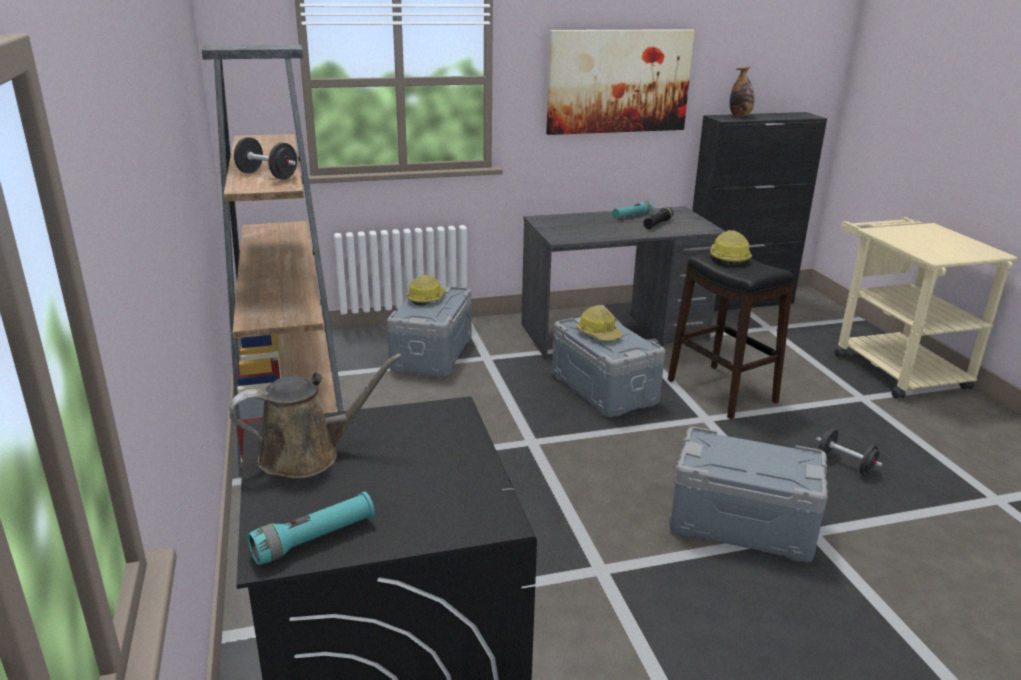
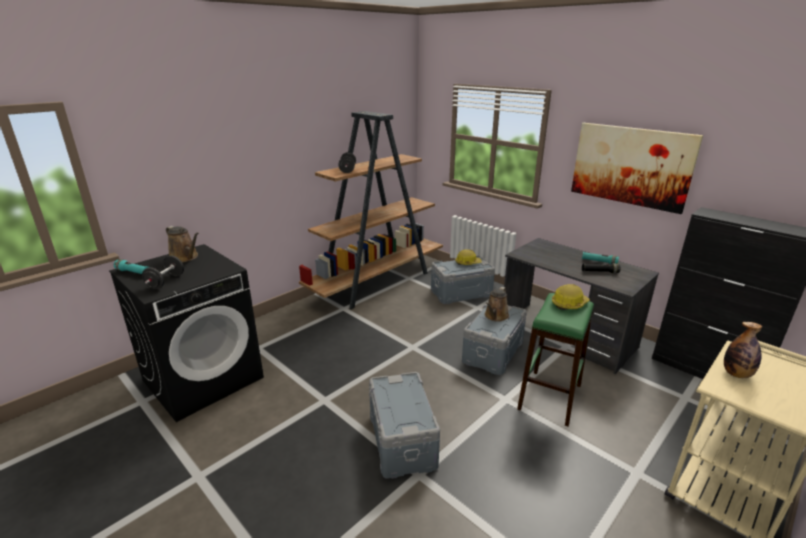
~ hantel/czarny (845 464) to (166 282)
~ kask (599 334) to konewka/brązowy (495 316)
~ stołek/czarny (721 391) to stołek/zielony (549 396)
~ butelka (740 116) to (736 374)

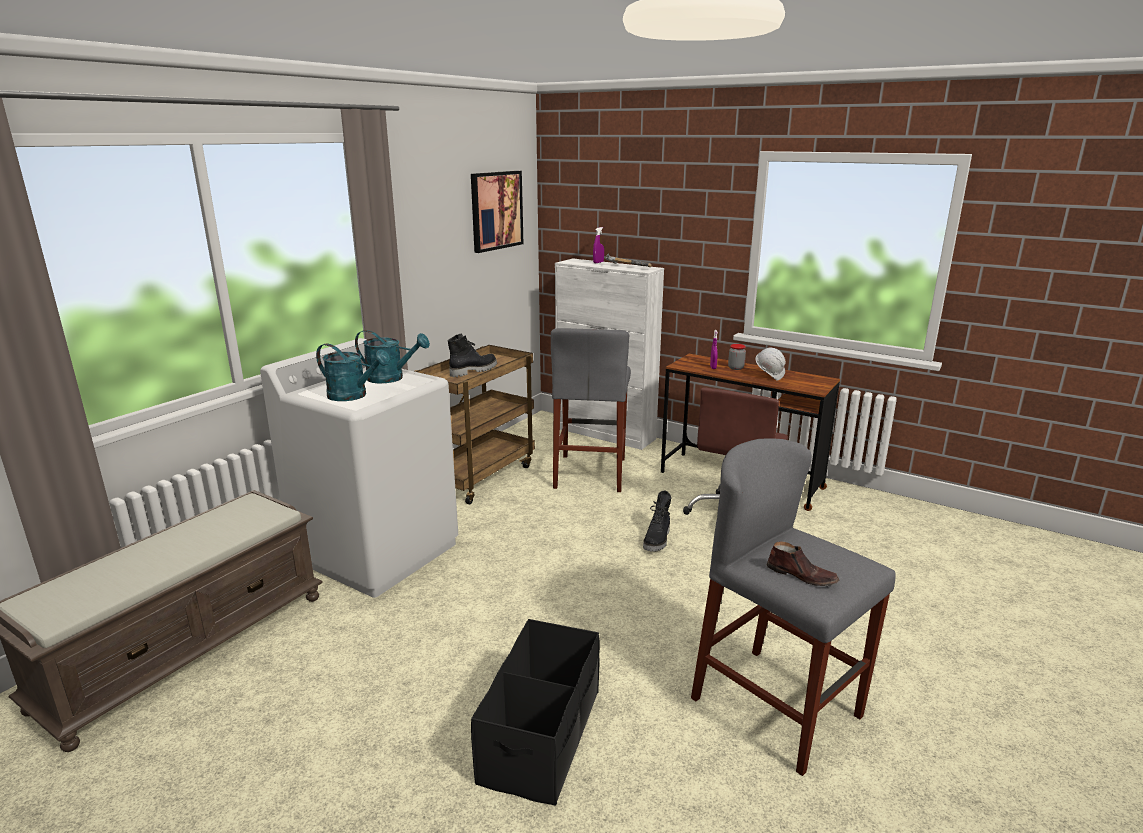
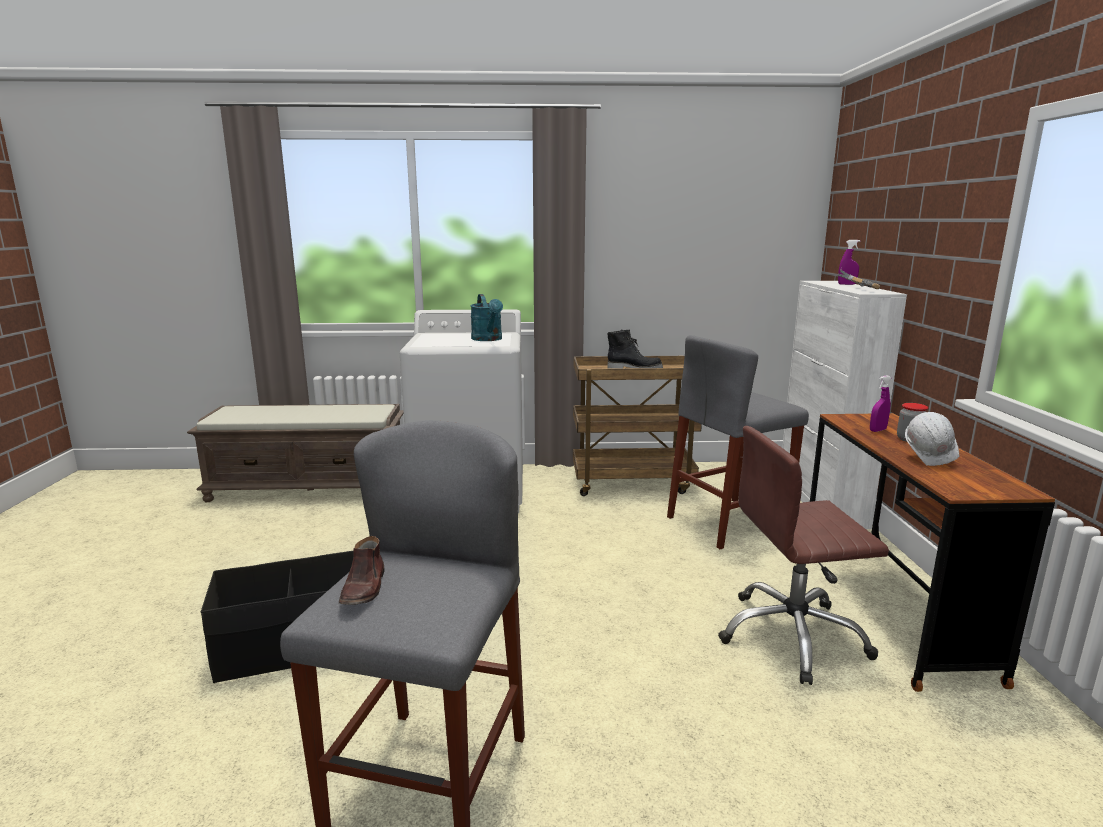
- konewka/turkusowy (353 396)
- obraz (496 210)
- but z cholewką/czarny (658 540)

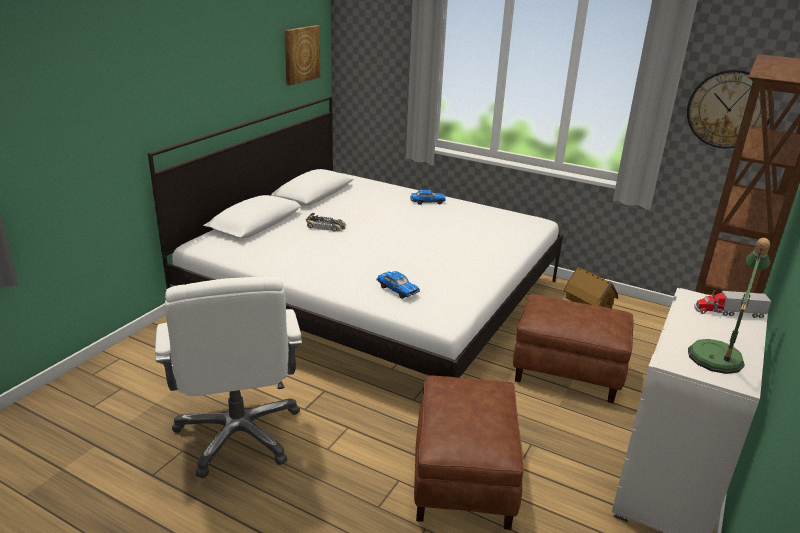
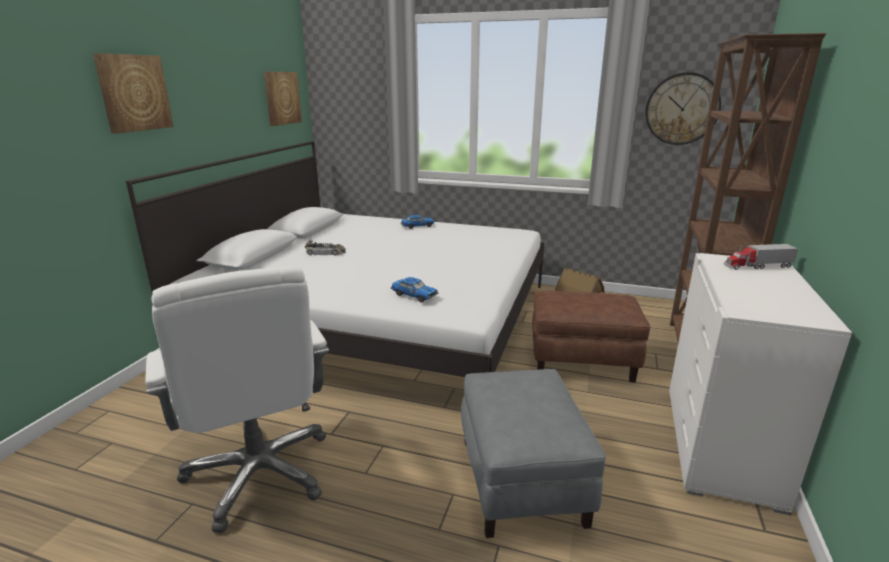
+ obraz (133 93)
~ pufa/brązowy (464 479) to pufa/szary (522 480)
- lampa stołowa (719 354)

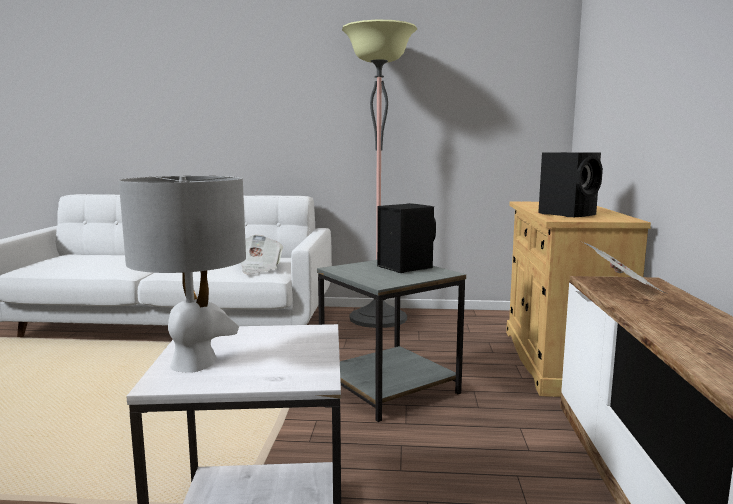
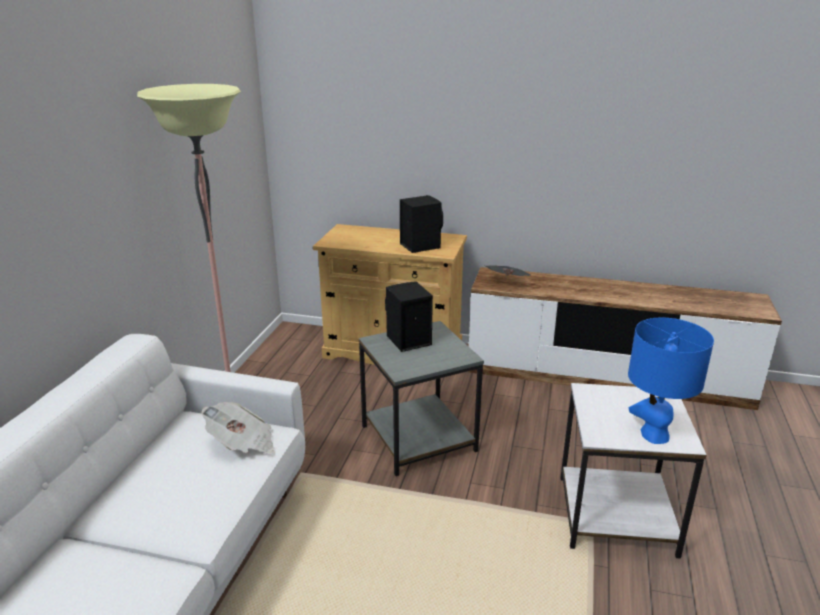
~ lampa stołowa/szary (194 363) to lampa stołowa/niebieski (654 435)

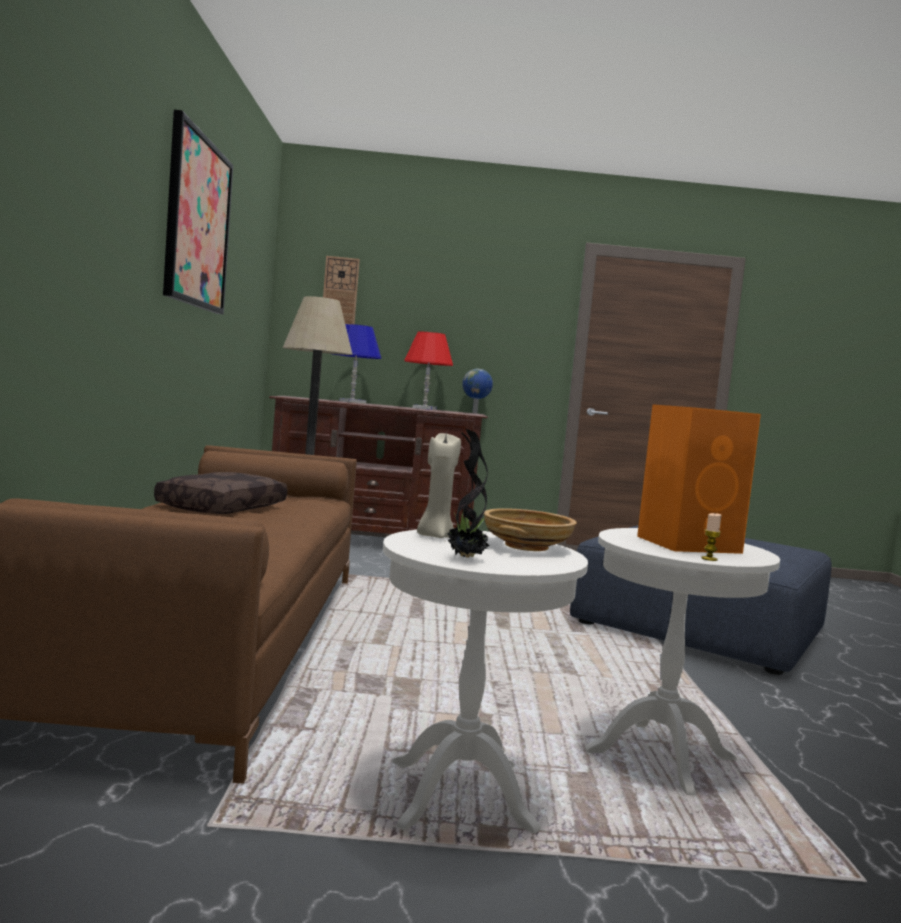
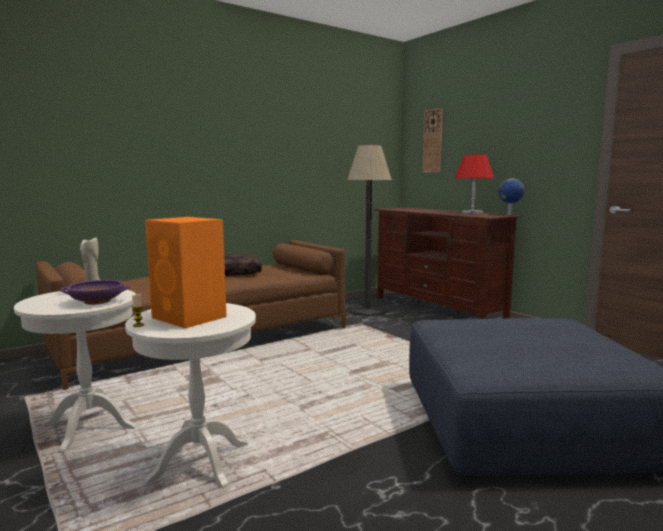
~ miska/beżowy (526 546) to miska/fioletowy (96 301)
- obraz (197 223)
- lampa stołowa/niebieski (352 402)
- roślina doniczkowa (464 558)

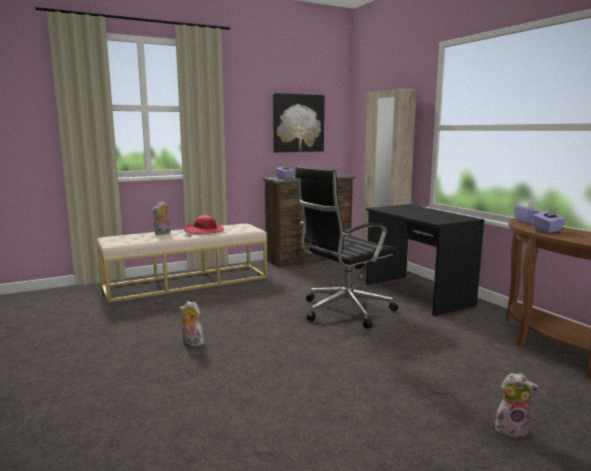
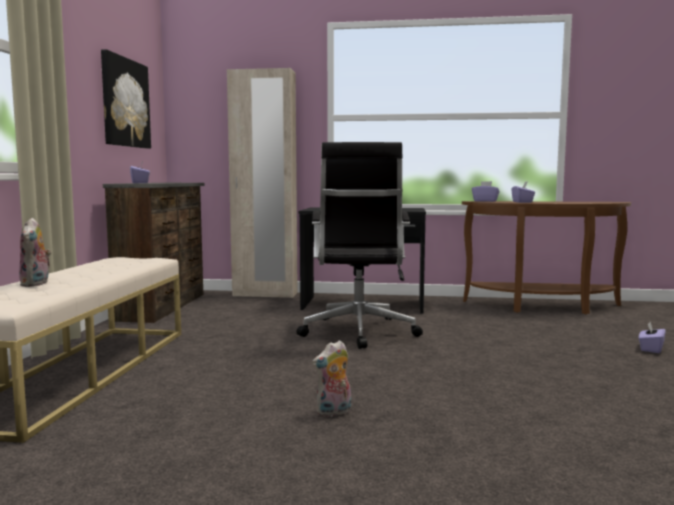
~ pluszak (511 429) to pudełko chusteczek/fioletowy (651 349)
- kapelusz (204 231)

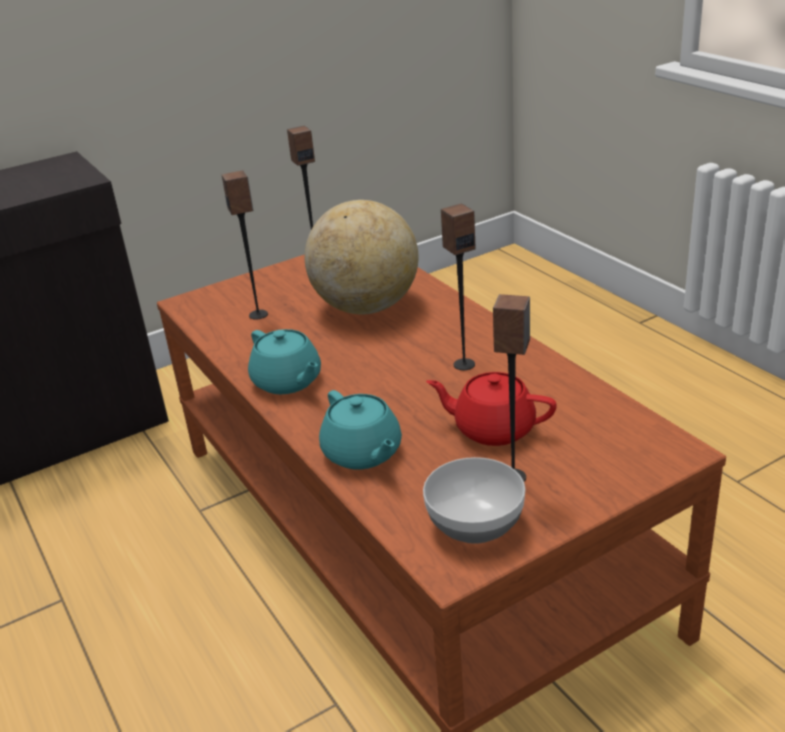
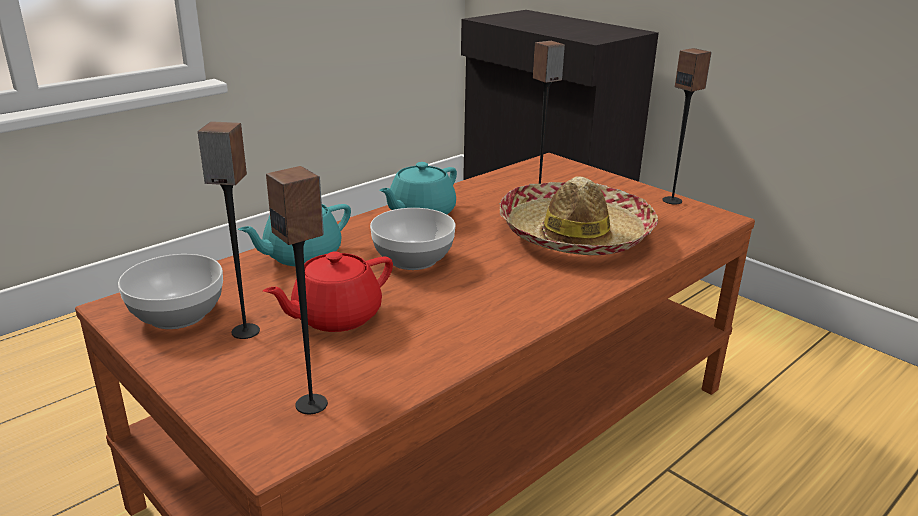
~ imbryk/czerwony (493 429) = (335 317) 135 degrees counterclockwise
~ głośnik (464 364) to (312 404)
+ miska (414 259)
~ globus (367 307) to kapelusz (574 234)

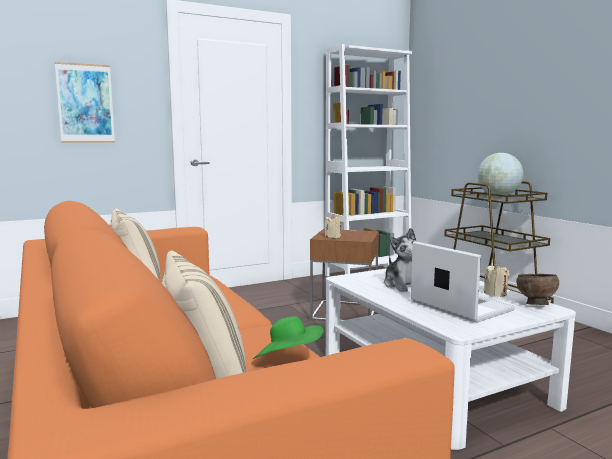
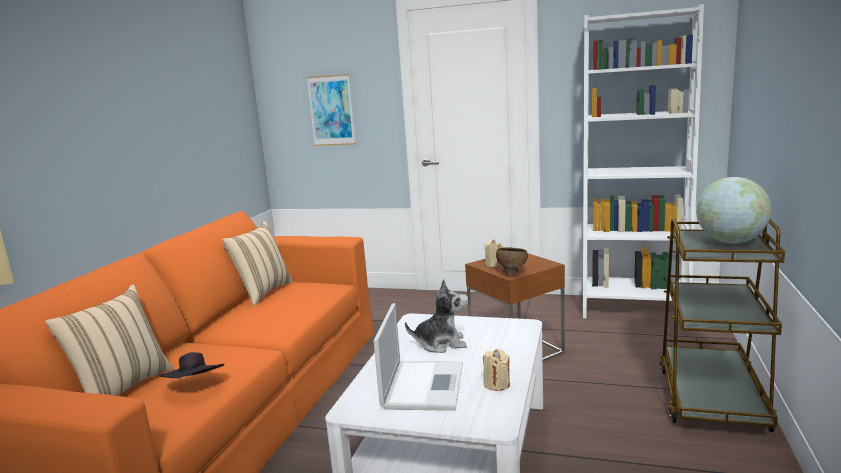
~ kapelusz/zielony (288 360) to kapelusz/czarny (195 386)
~ pluszak (403 285) = (441 344) 120 degrees counterclockwise
~ miska/brązowy (535 305) to (511 273)

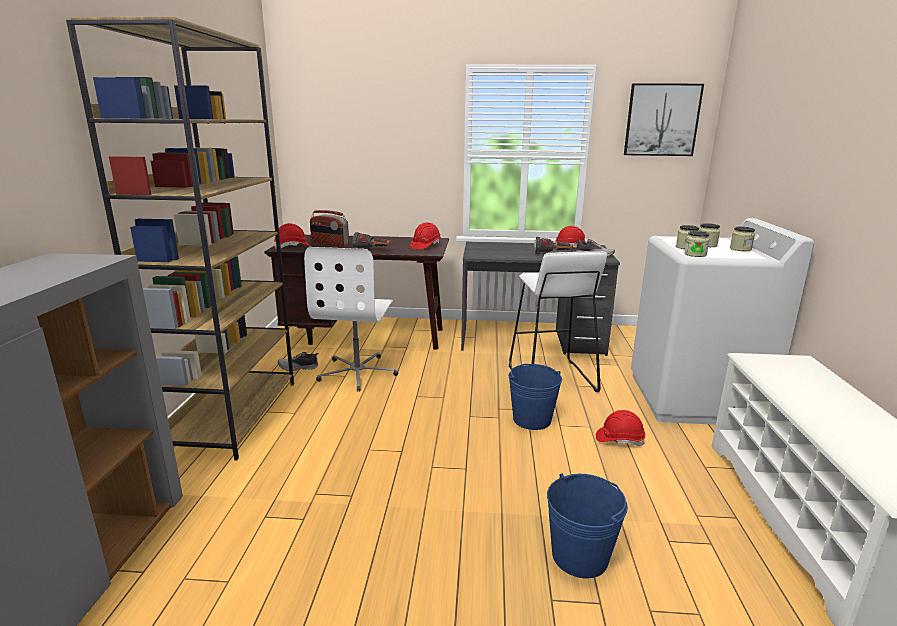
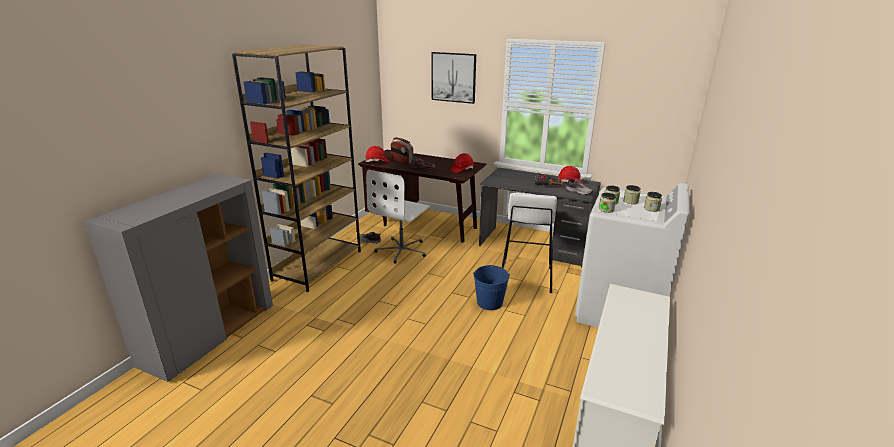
~ obraz (662 120) to (453 77)
- wiadro/niebieski (580 556)
- kask/czerwony (619 439)

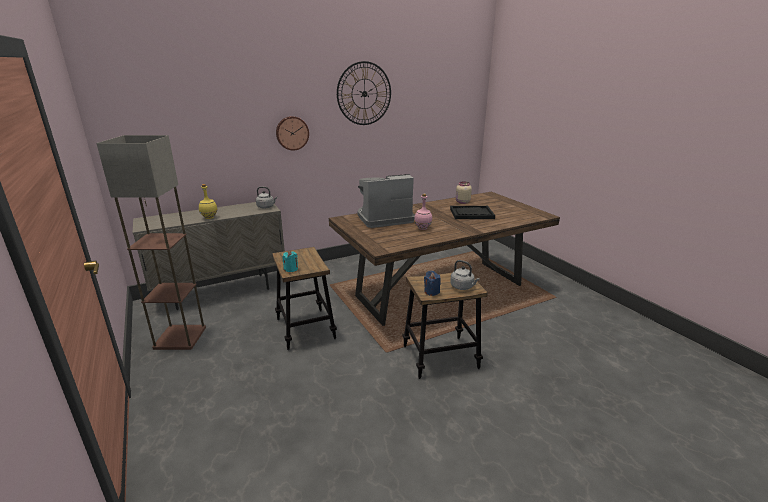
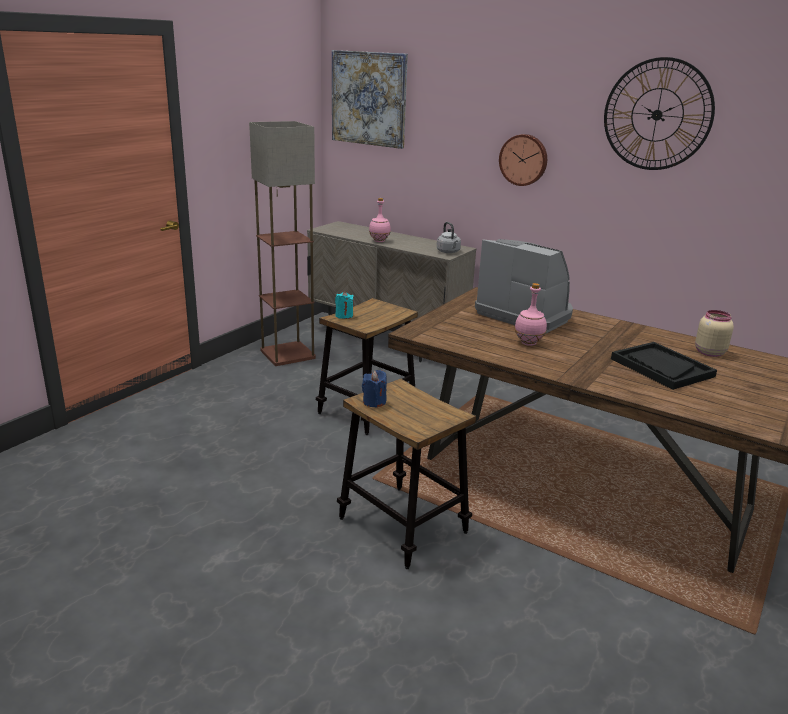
+ obraz (369 98)
~ butelka/żółty (209 218) to butelka/różowy (379 241)
- czajnik/szary (463 287)

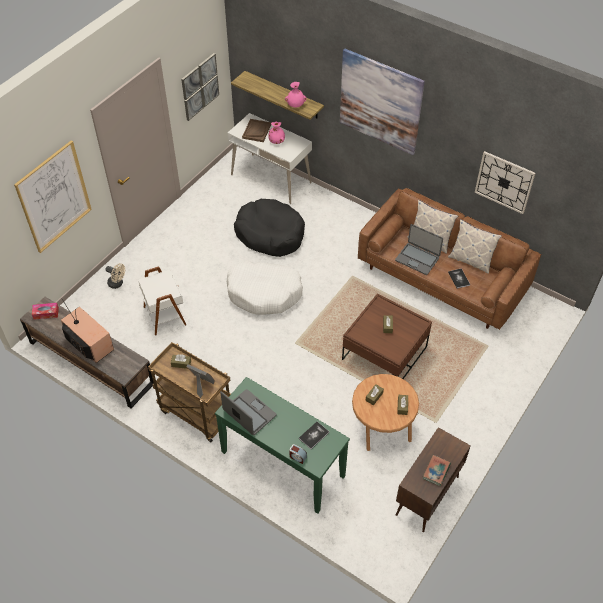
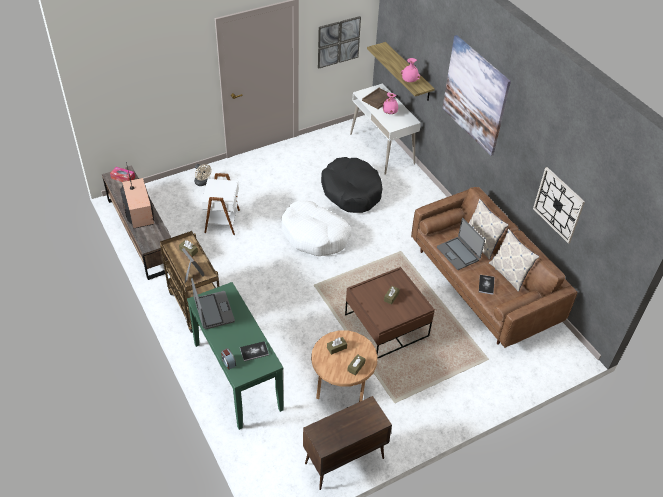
- obraz (54 197)
- książka (436 471)

